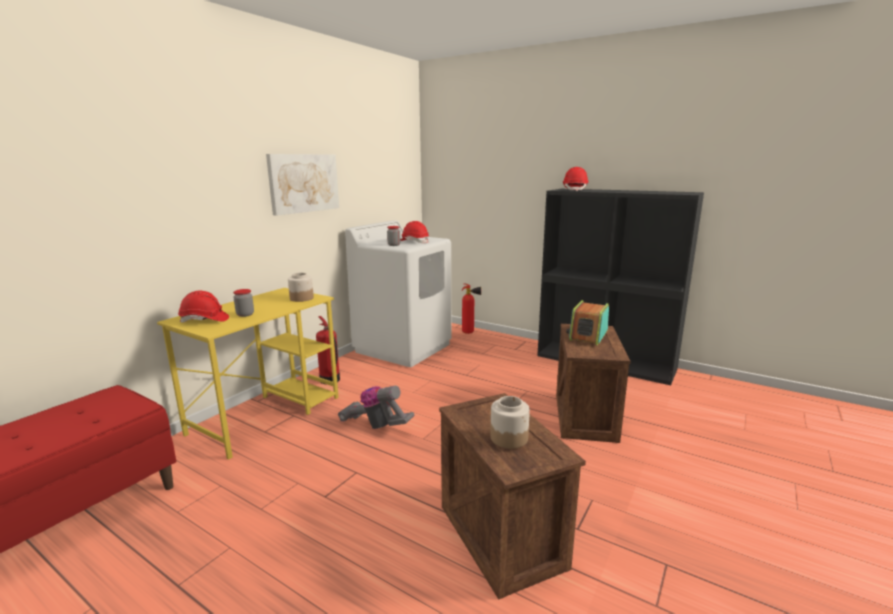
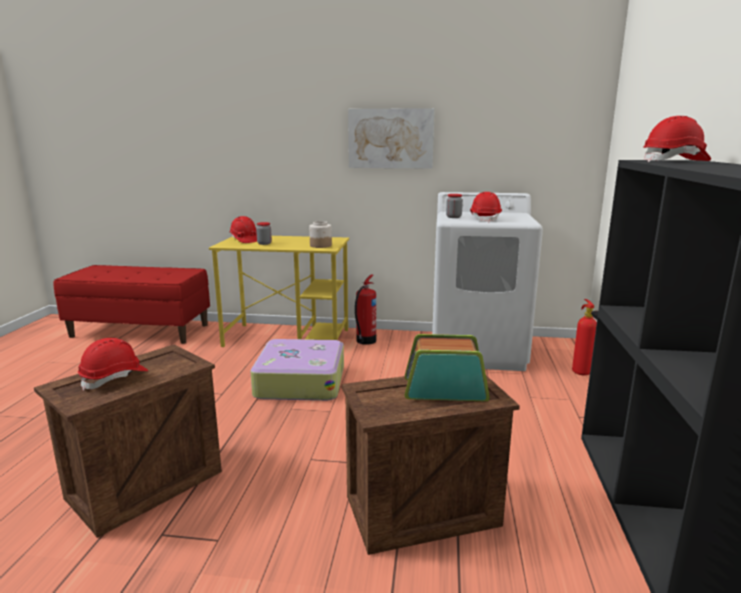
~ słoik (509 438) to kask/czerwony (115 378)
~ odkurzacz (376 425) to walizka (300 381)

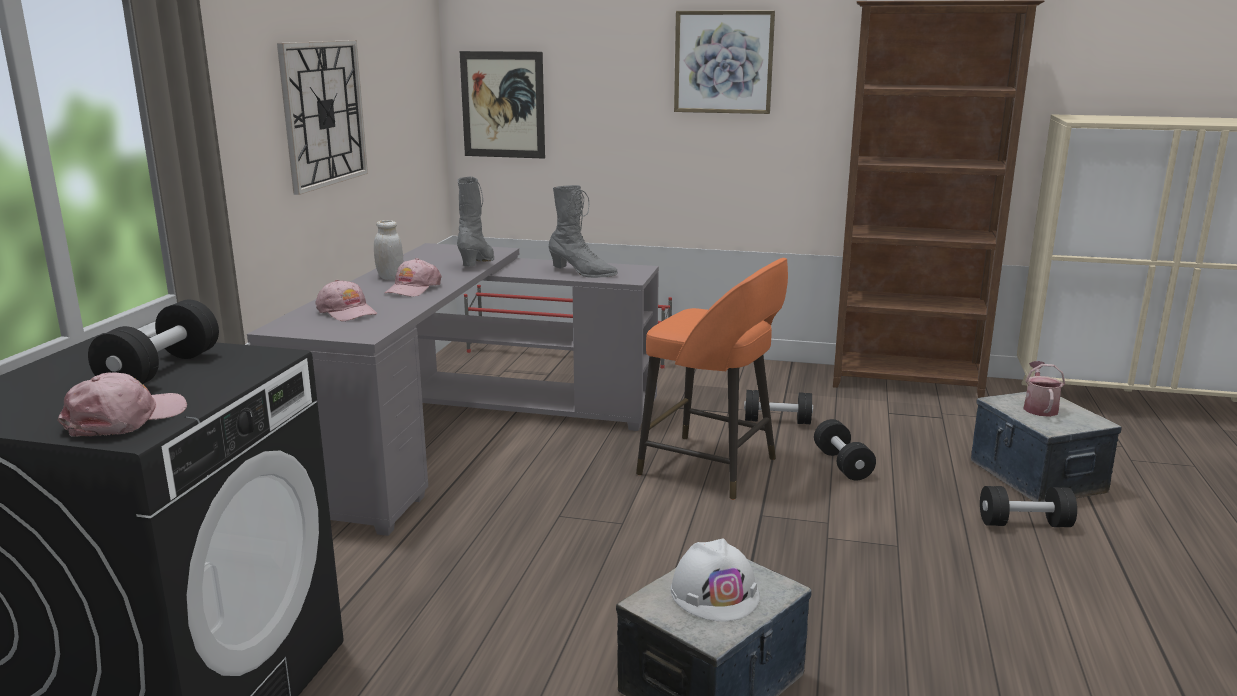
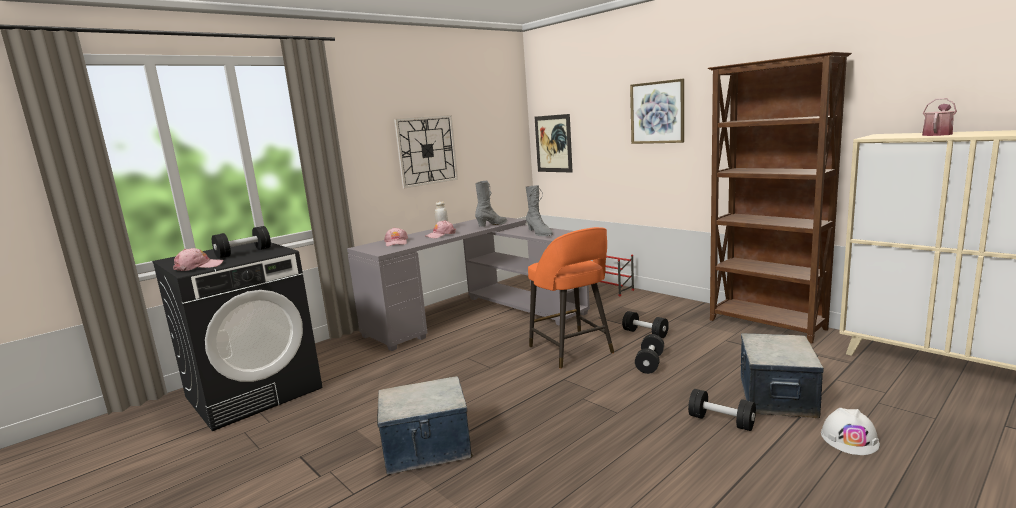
~ kask/biały (715 593) to (849 439)
~ konewka (1039 407) to (937 134)

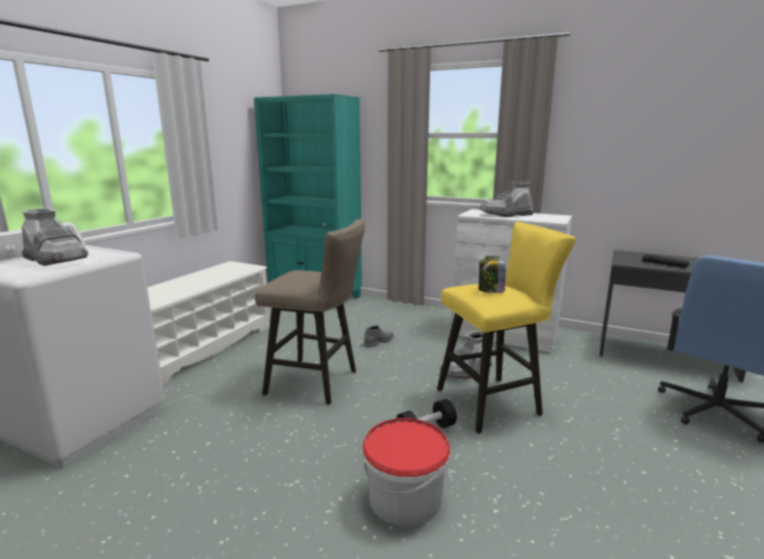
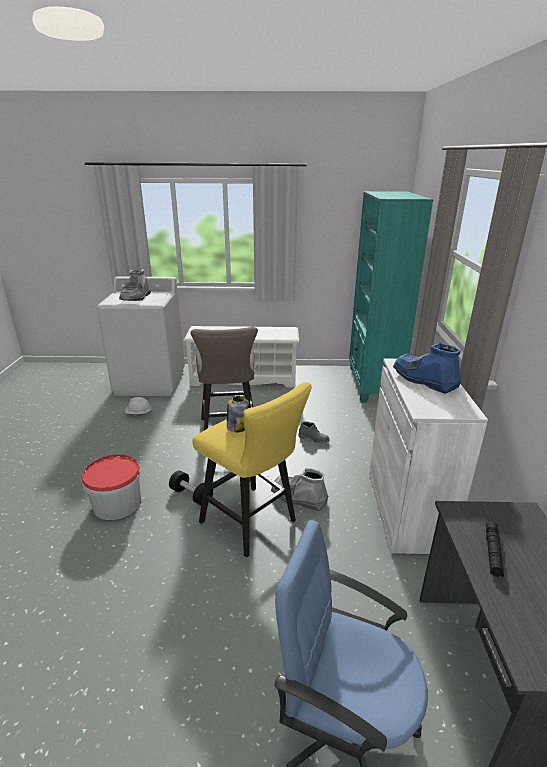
+ kask/biały (138 414)
~ but z cholewką/szary (506 215) to but z cholewką/niebieski (424 380)

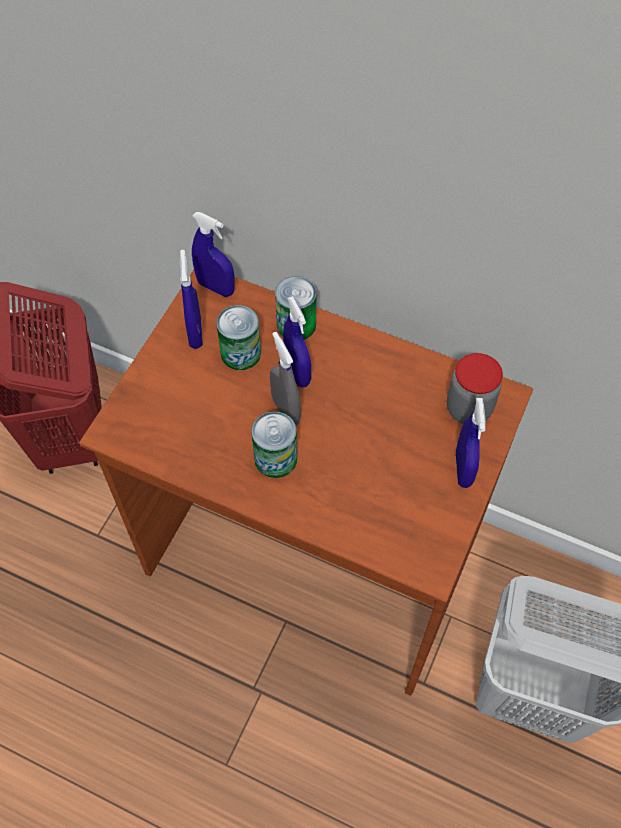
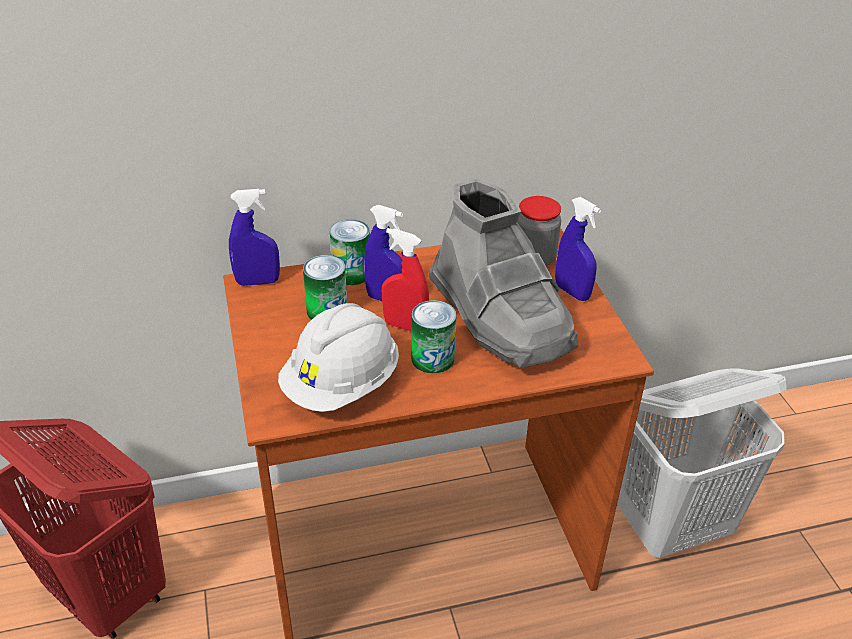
+ kask/biały (342 385)
~ spryskiwacz/szary (285 410) to spryskiwacz/czerwony (405 326)
+ but z cholewką/szary (500 316)
- spryskiwacz/niebieski (195 333)

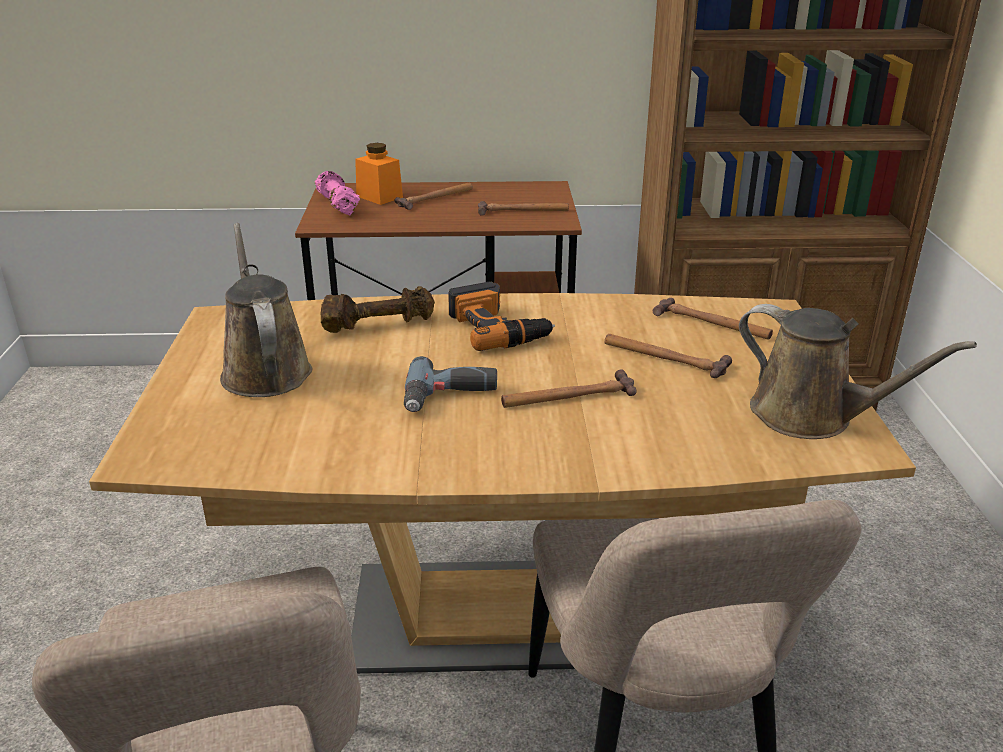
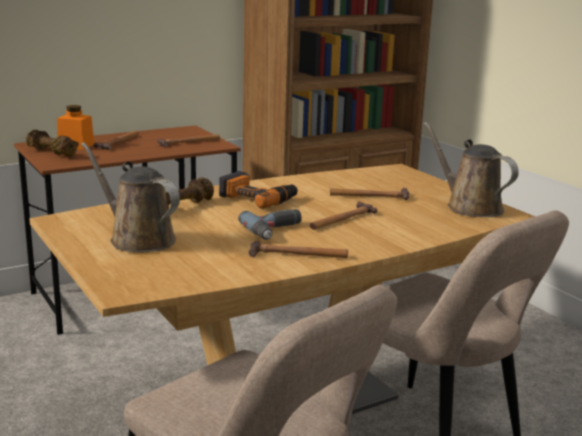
~ hantel/różowy (337 205) to hantel/brązowy (51 153)
~ młotek (712 323) to (298 254)
~ konewka/brązowy (810 416) = (469 206) 135 degrees counterclockwise

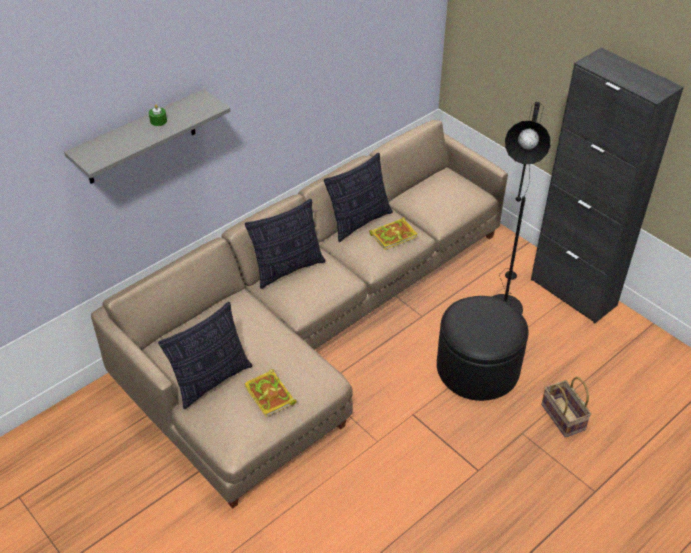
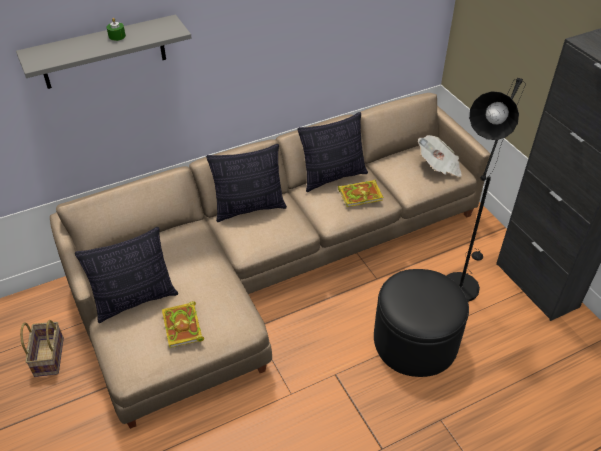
~ koszyk (561 416) to (48 356)
+ gazeta (439 166)

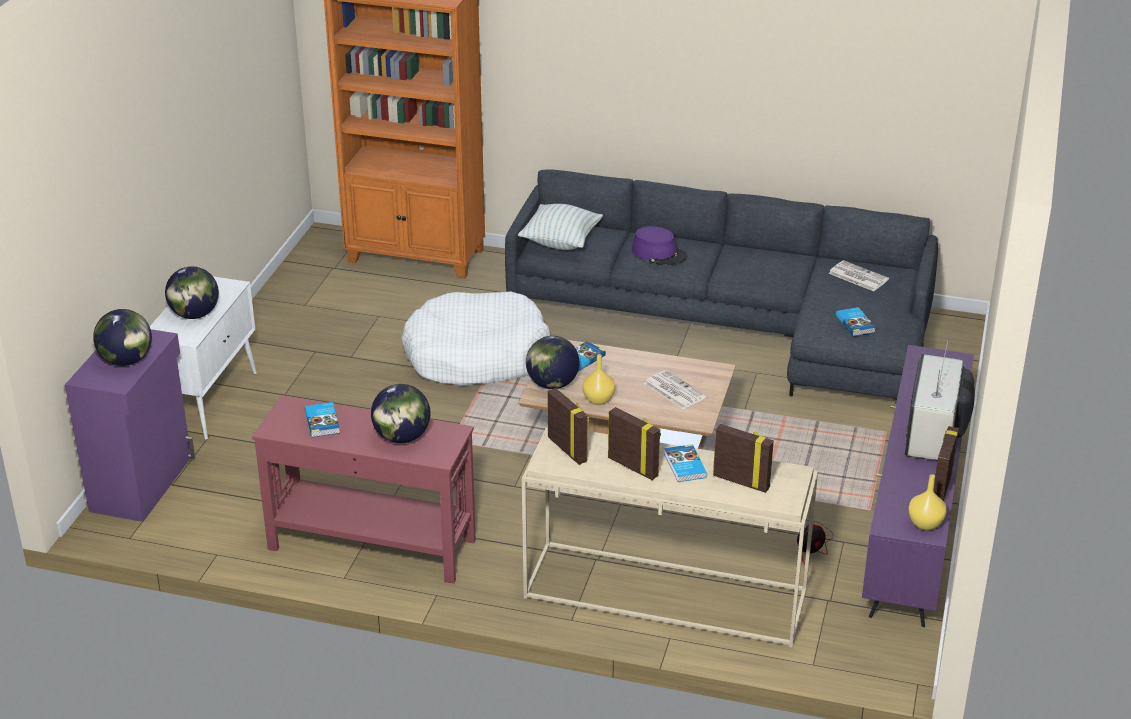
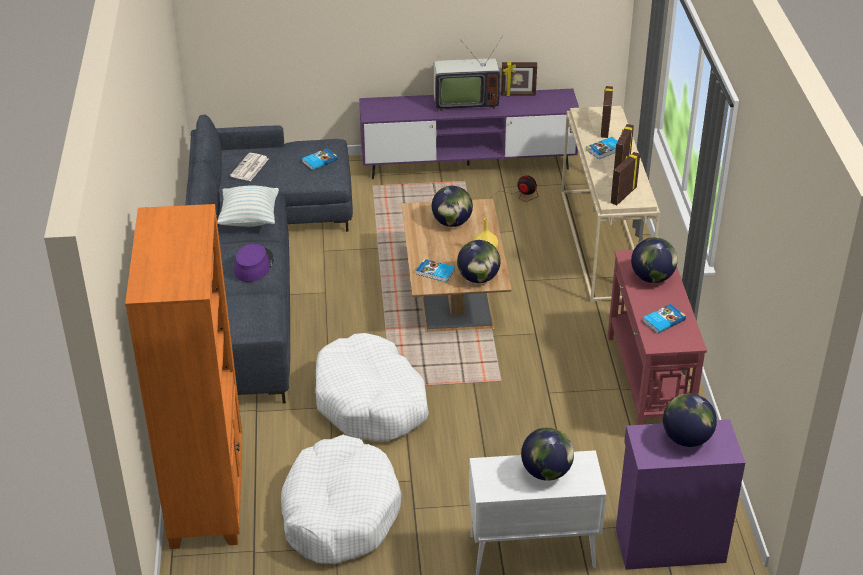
~ poduszka (561 242) to (249 219)
+ legowisko/biały (339 512)
~ gazeta (673 390) to globus (452 223)
- wazon/żółty (926 524)

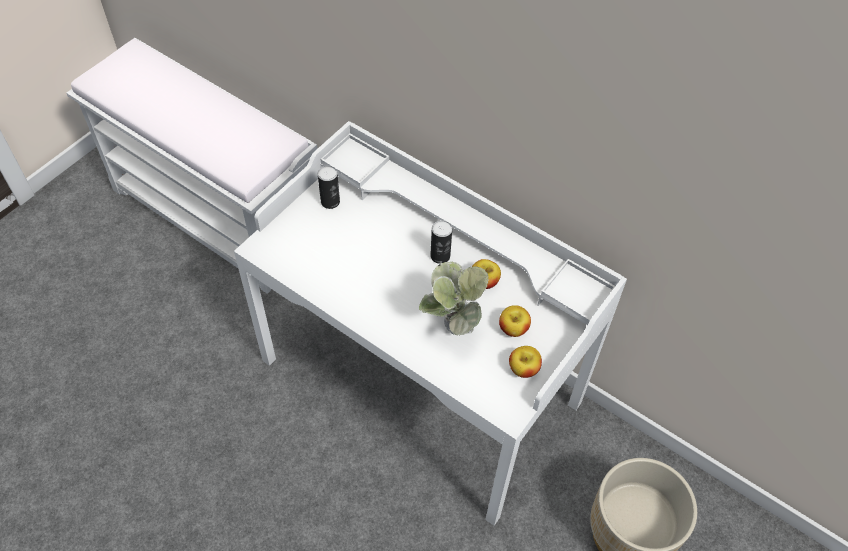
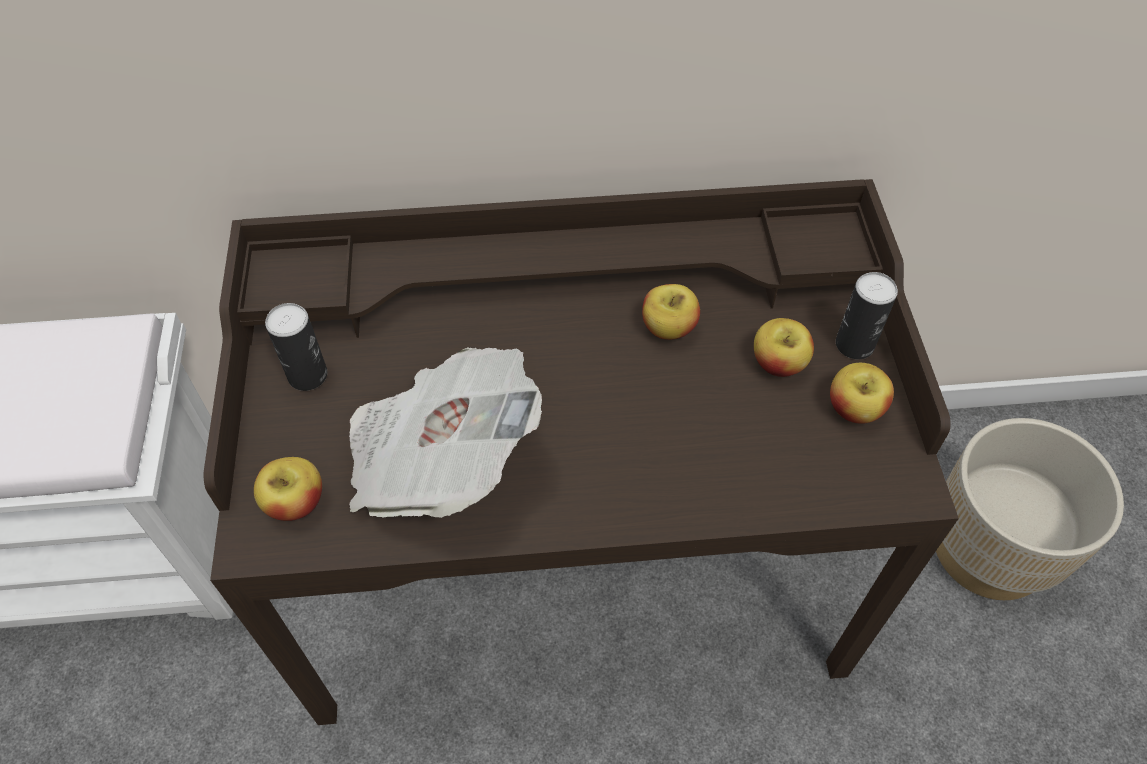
~ biurko/biały (421 380) to biurko/brązowy (573 562)
+ jabłko (295 503)
+ gazeta (439 459)
~ puszka (440 256) to (854 344)
- roślina doniczkowa (451 330)

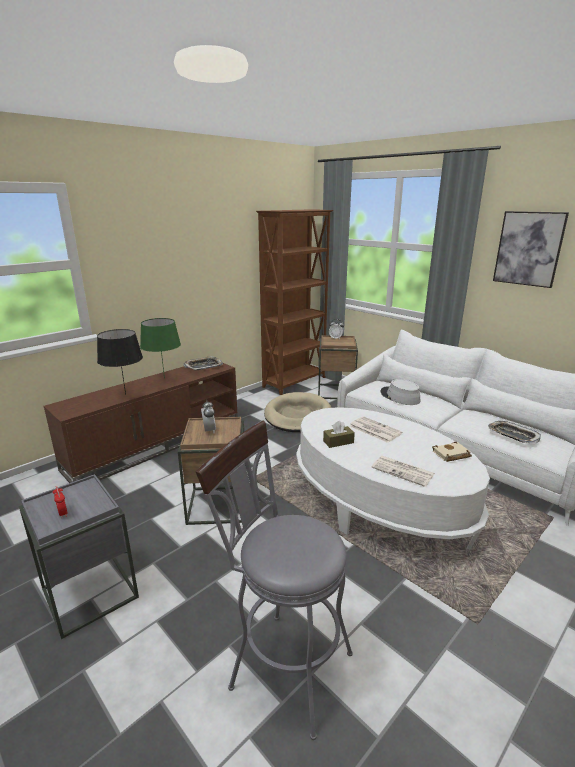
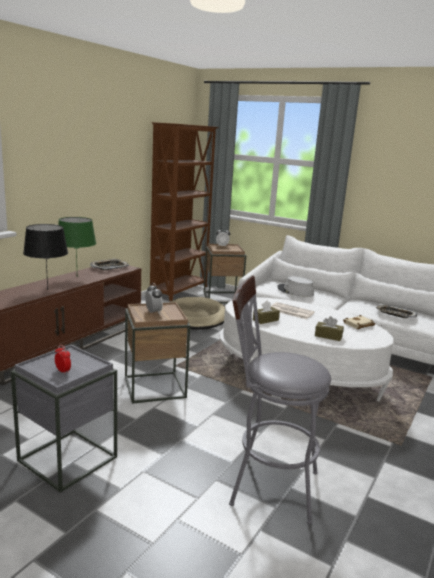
~ gazeta (403 471) to pudełko chusteczek/brązowy (328 336)
- obraz (528 248)

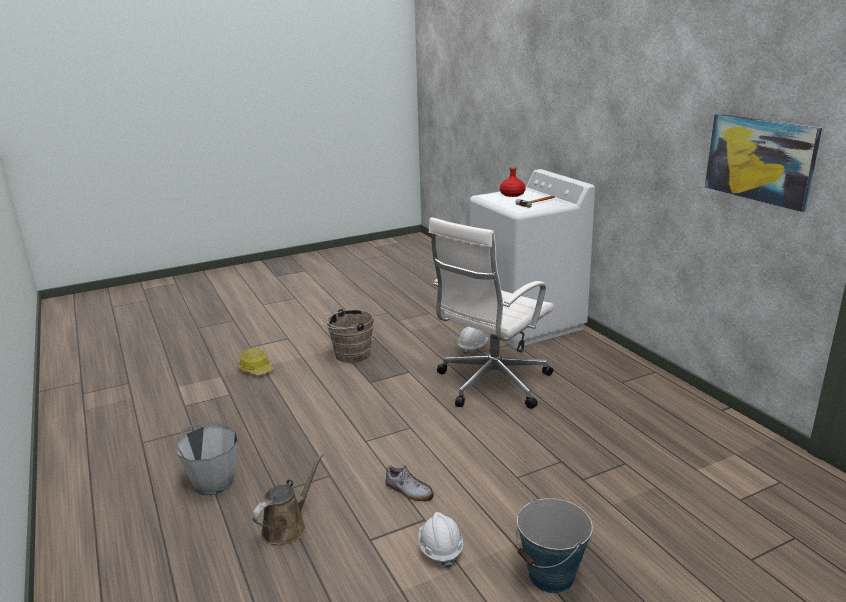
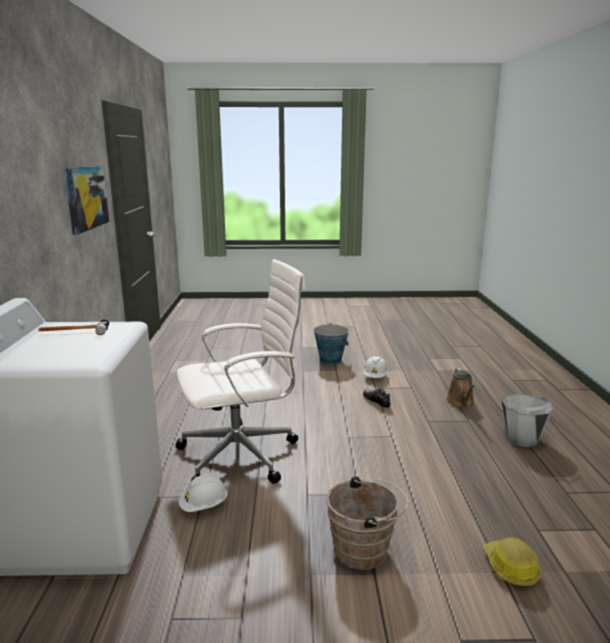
~ konewka/brązowy (287 526) = (461 402) 60 degrees counterclockwise
- butelka/czerwony (512 194)

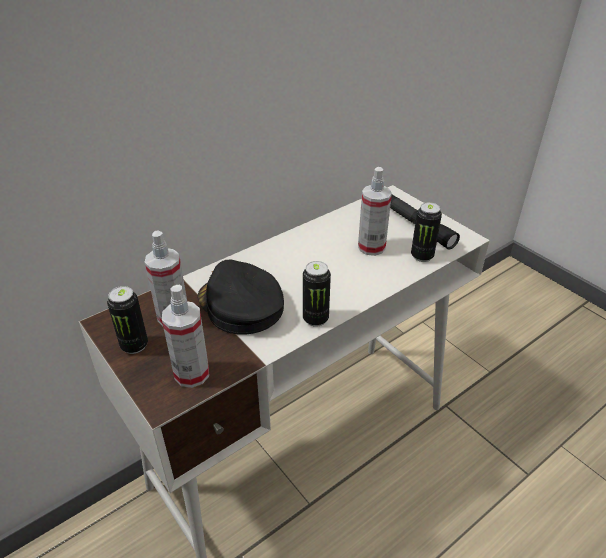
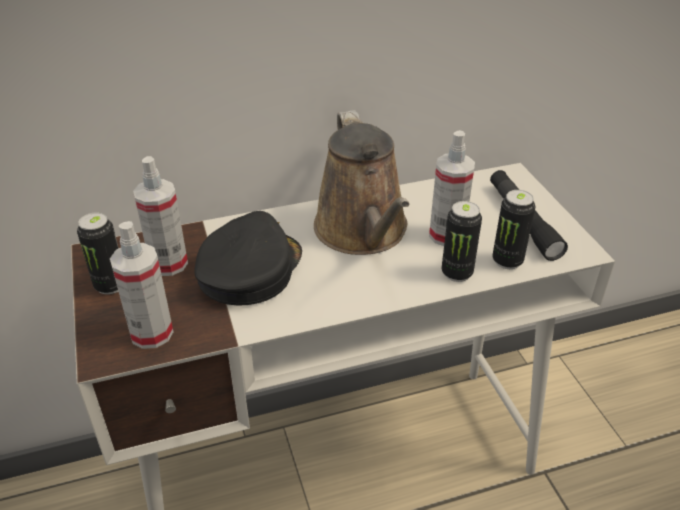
~ czapka z daszkiem/czarny (240 305) = (249 268) 45 degrees clockwise
+ konewka/brązowy (363 232)
~ puszka (315 319) to (457 273)

